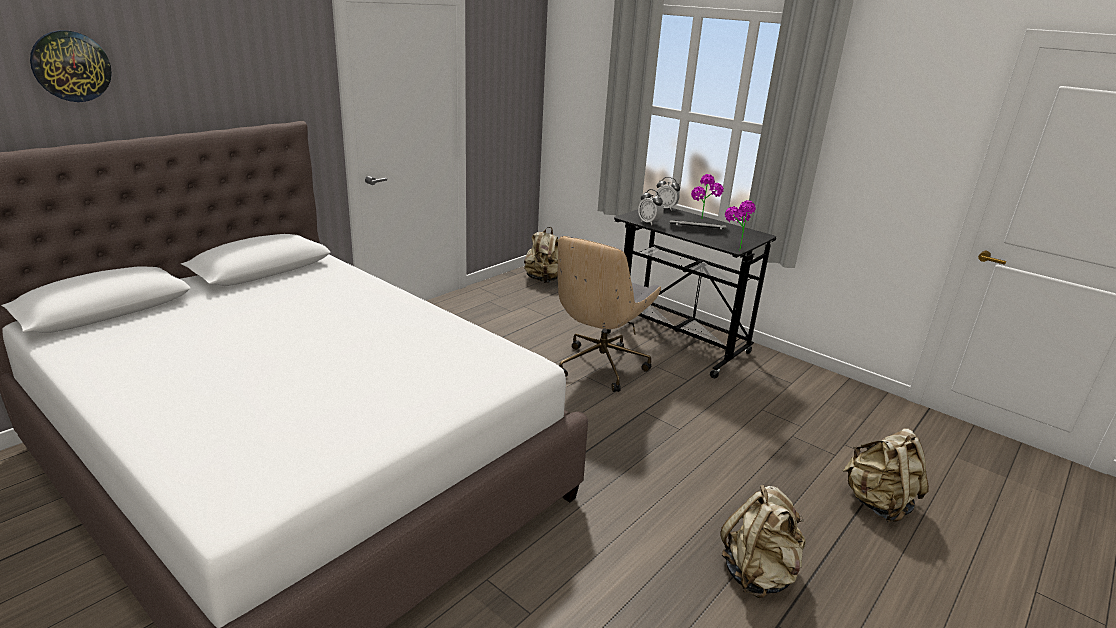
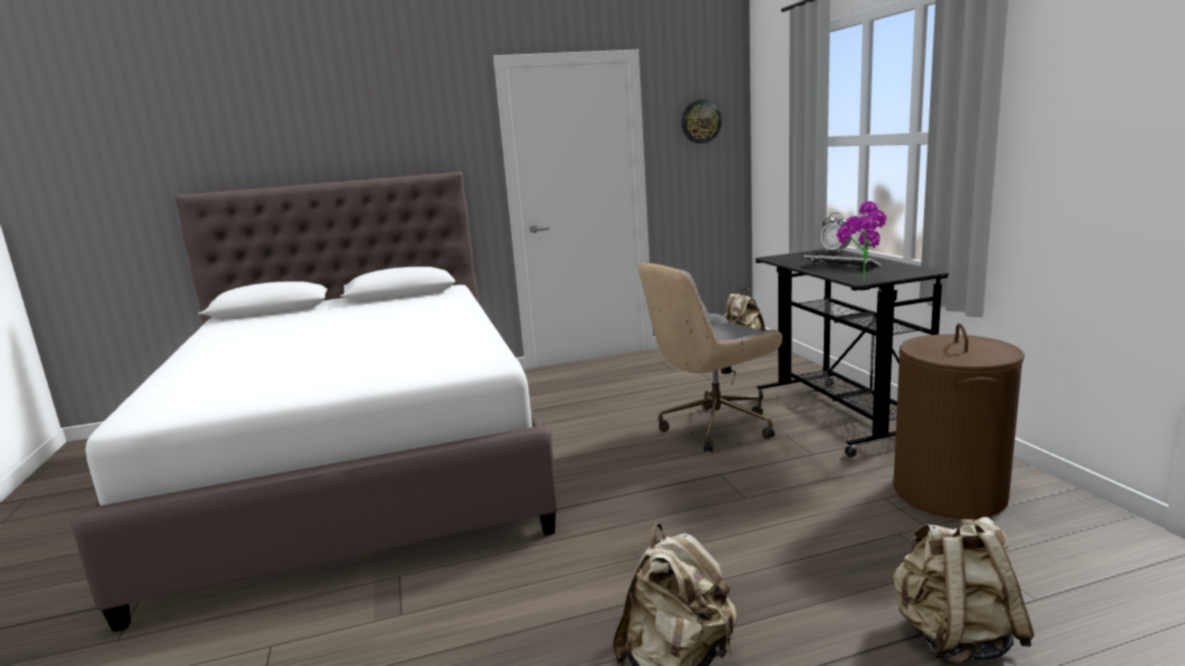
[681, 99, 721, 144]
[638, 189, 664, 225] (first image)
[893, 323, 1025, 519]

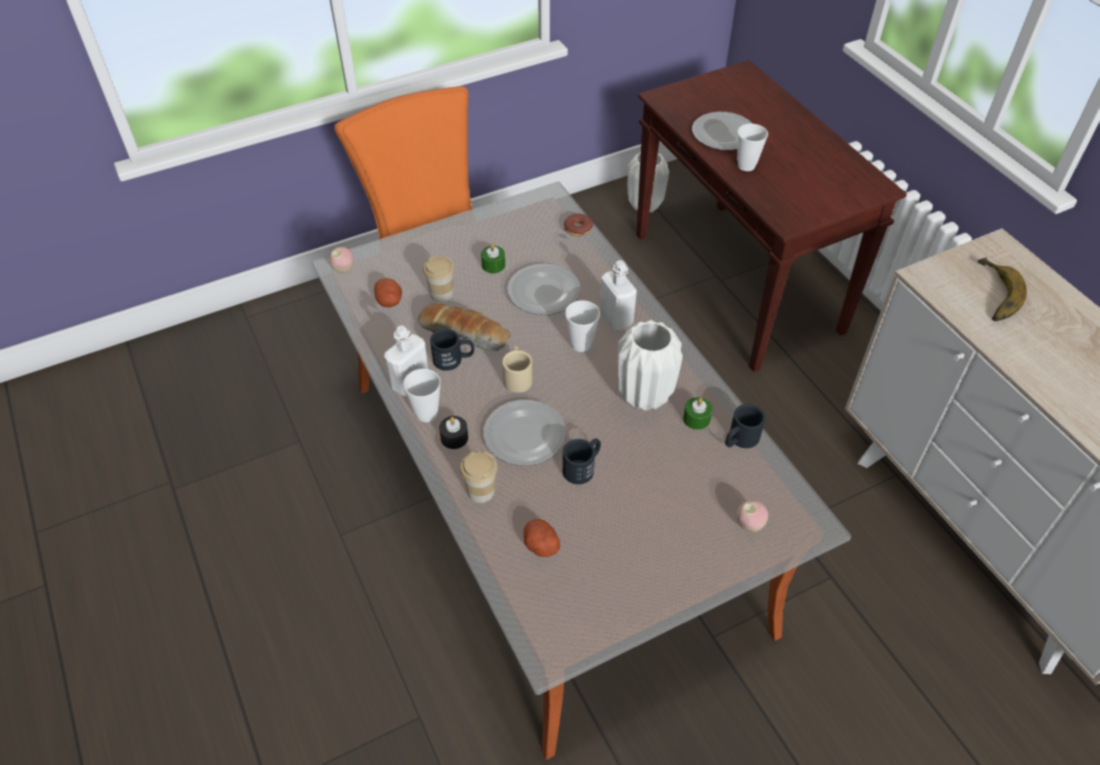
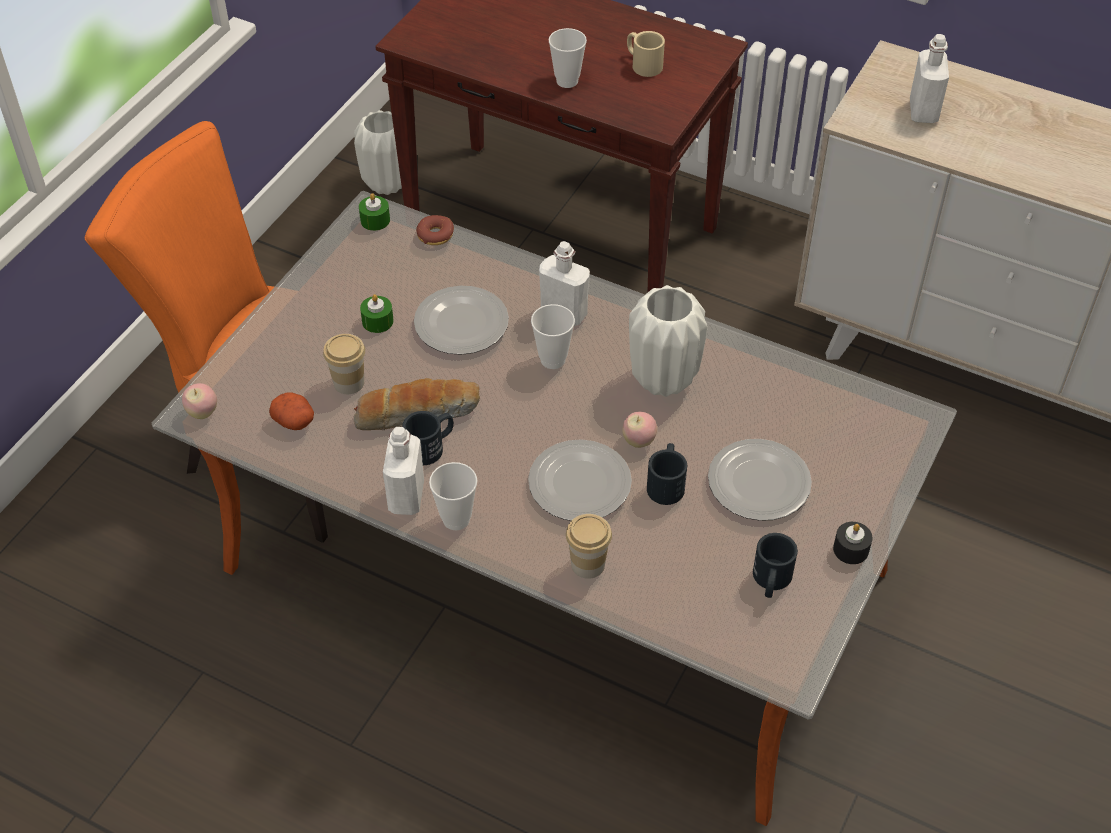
[833, 522, 872, 564]
[627, 31, 665, 77]
[524, 519, 560, 557] (first image)
[359, 193, 390, 231]
[708, 439, 812, 521]
[753, 533, 798, 598]
[622, 411, 657, 448]
[910, 34, 949, 123]

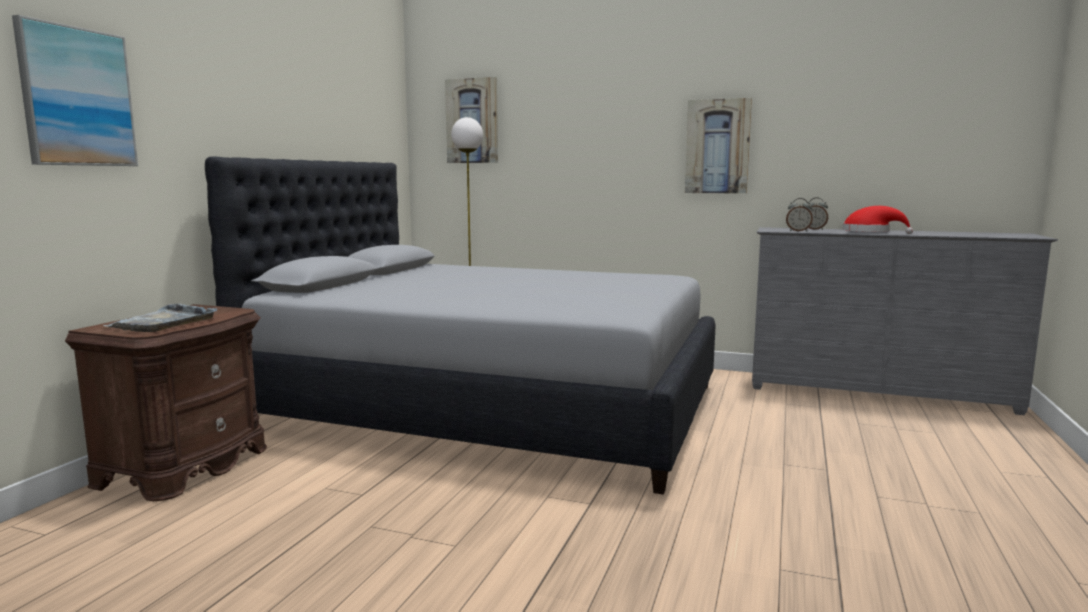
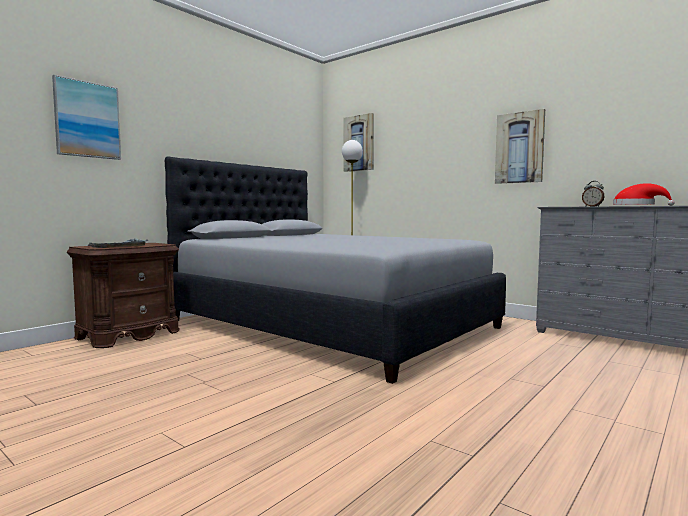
[786, 198, 813, 232] (first image)

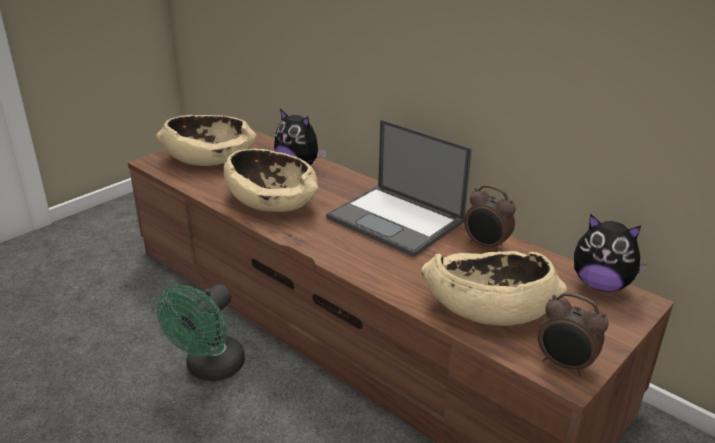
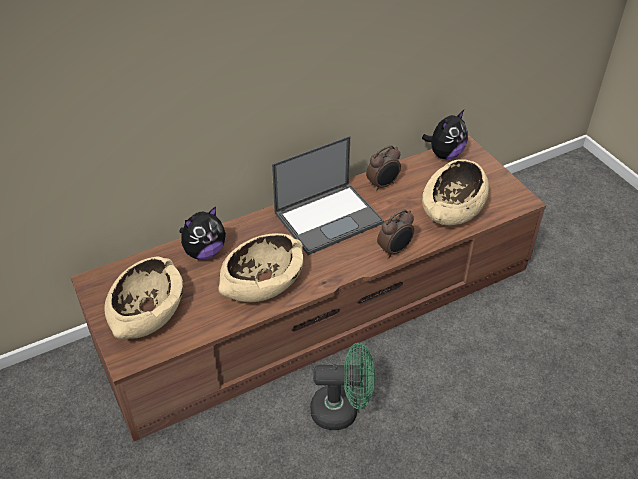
[310, 343, 375, 430]
[377, 209, 414, 258]

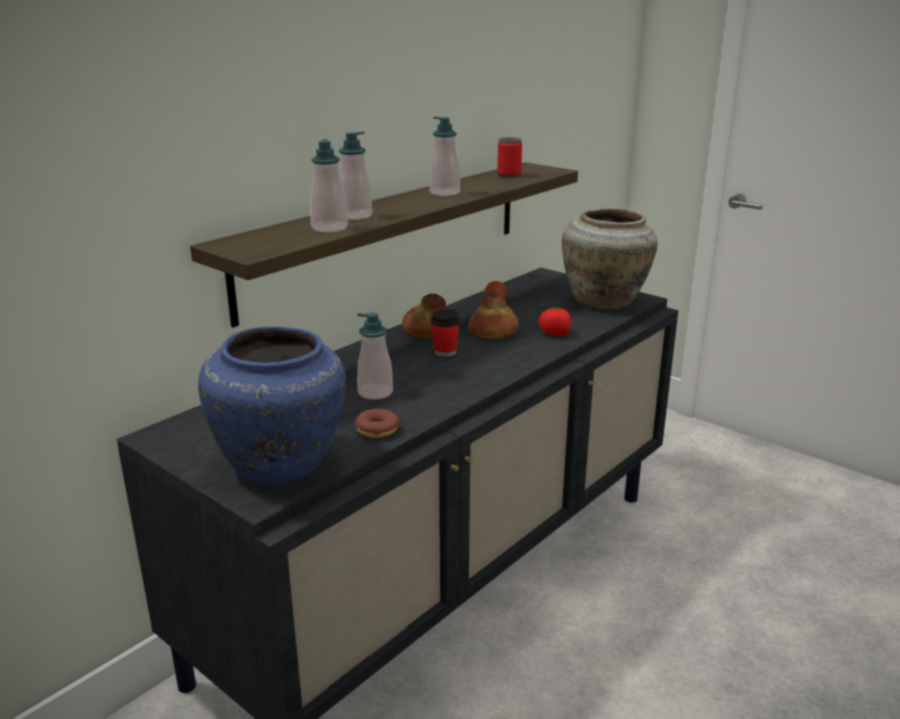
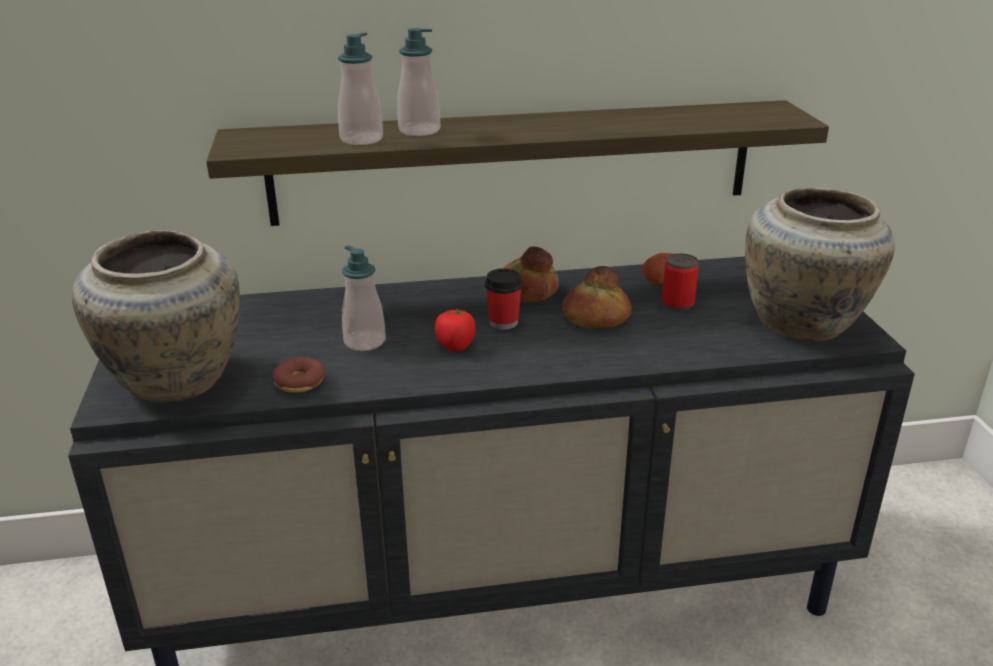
[72, 230, 240, 402]
[429, 117, 460, 196] (first image)
[662, 253, 699, 311]
[435, 307, 476, 351]

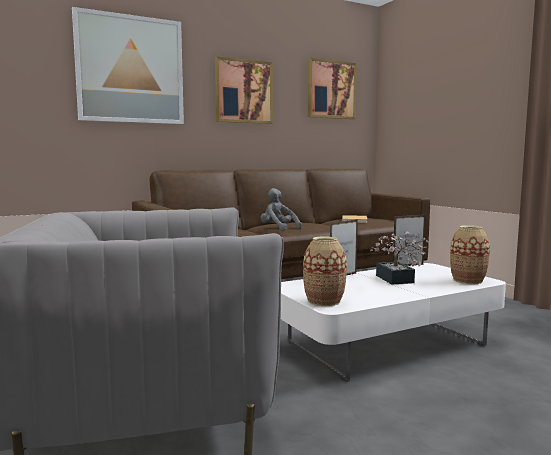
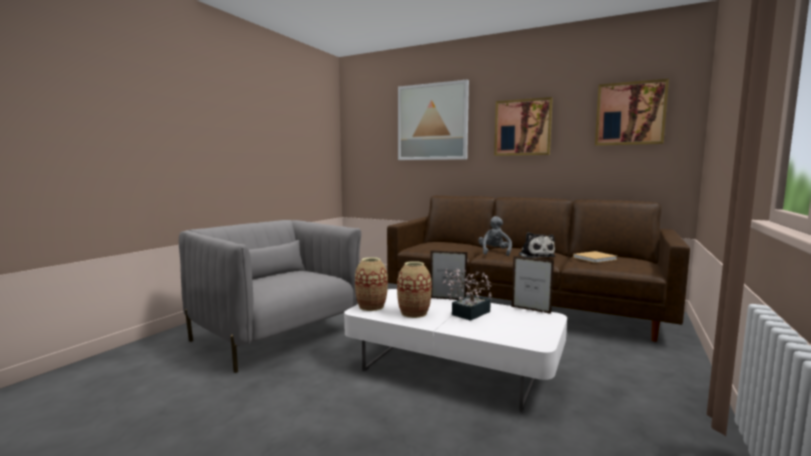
[397, 261, 432, 318]
[519, 232, 555, 258]

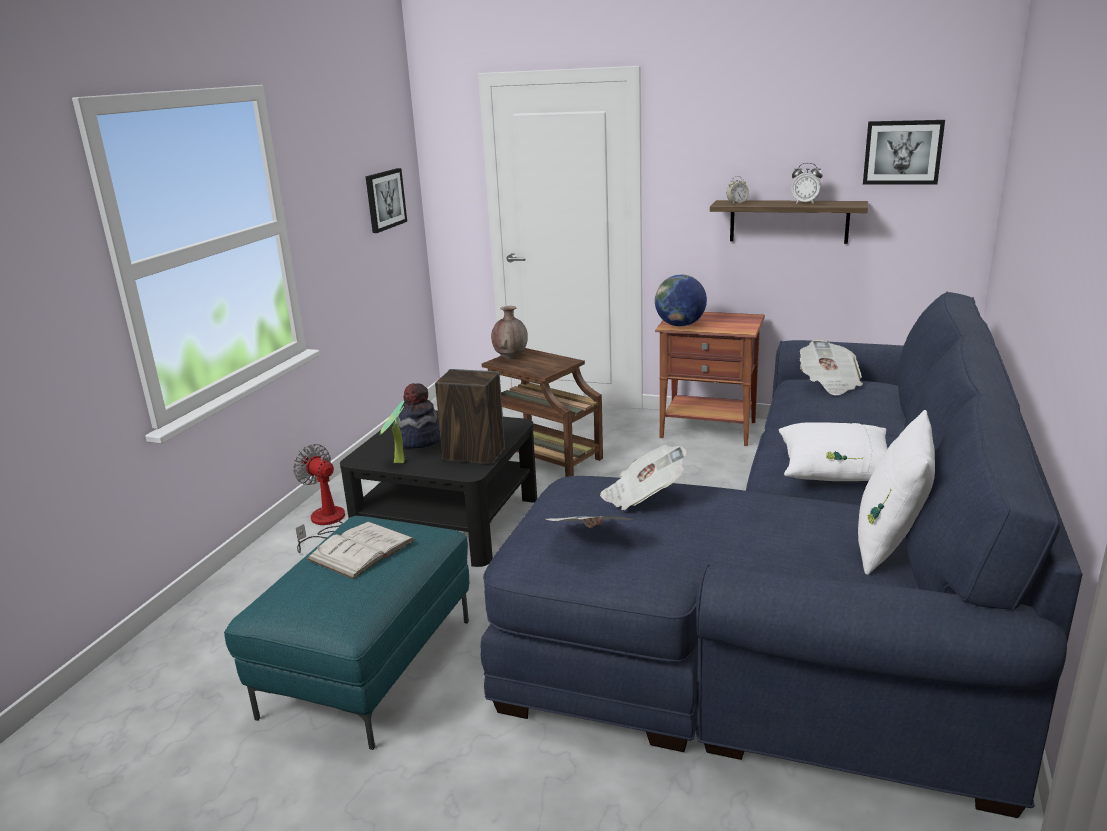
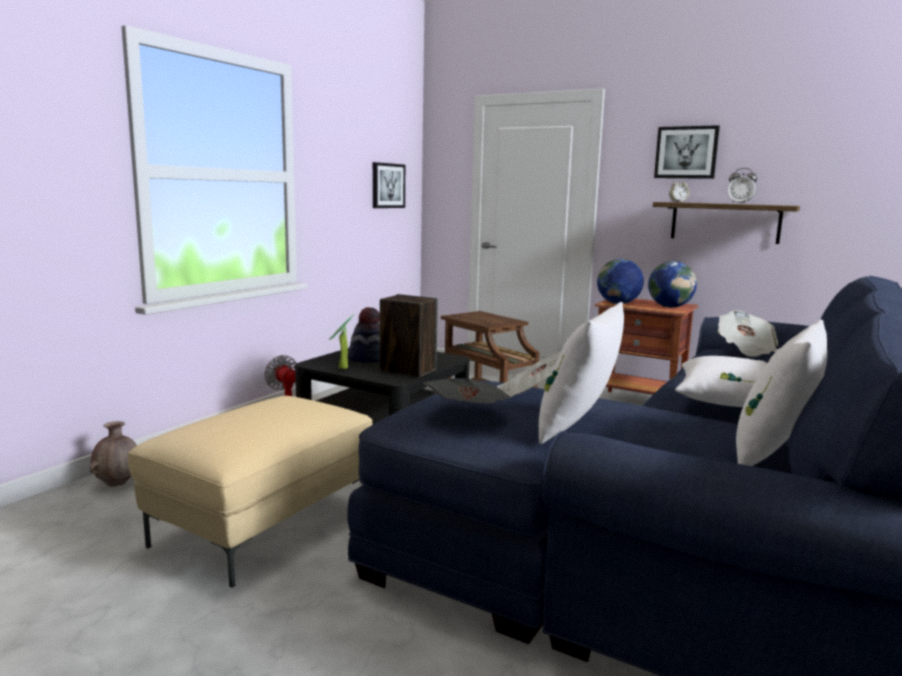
[128, 396, 373, 588]
[307, 522, 415, 579] (first image)
[89, 421, 137, 487]
[654, 125, 720, 179]
[539, 302, 624, 444]
[648, 261, 697, 307]

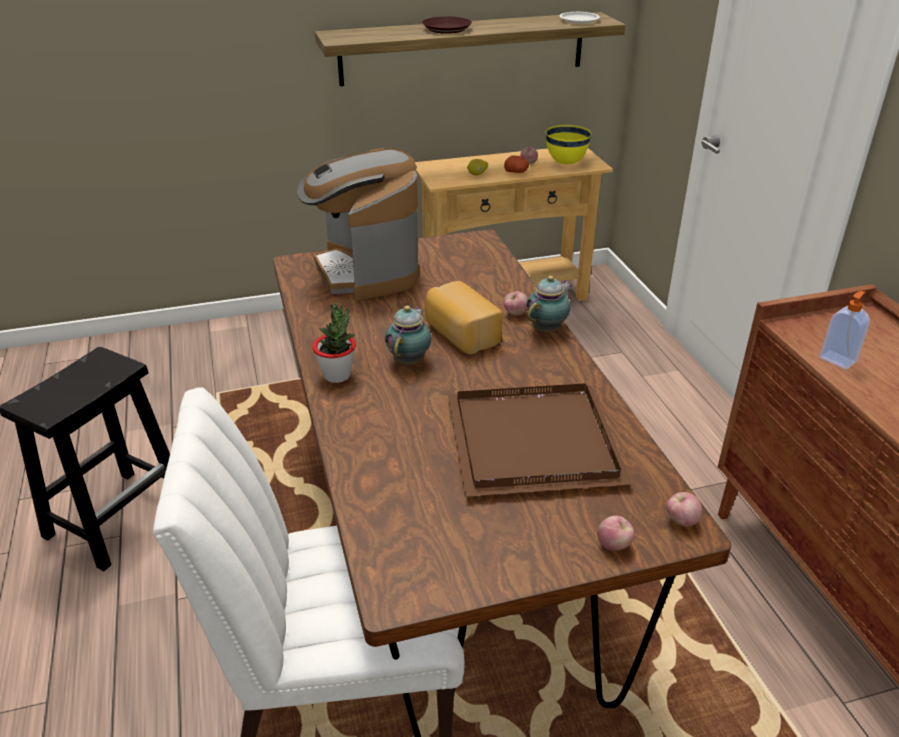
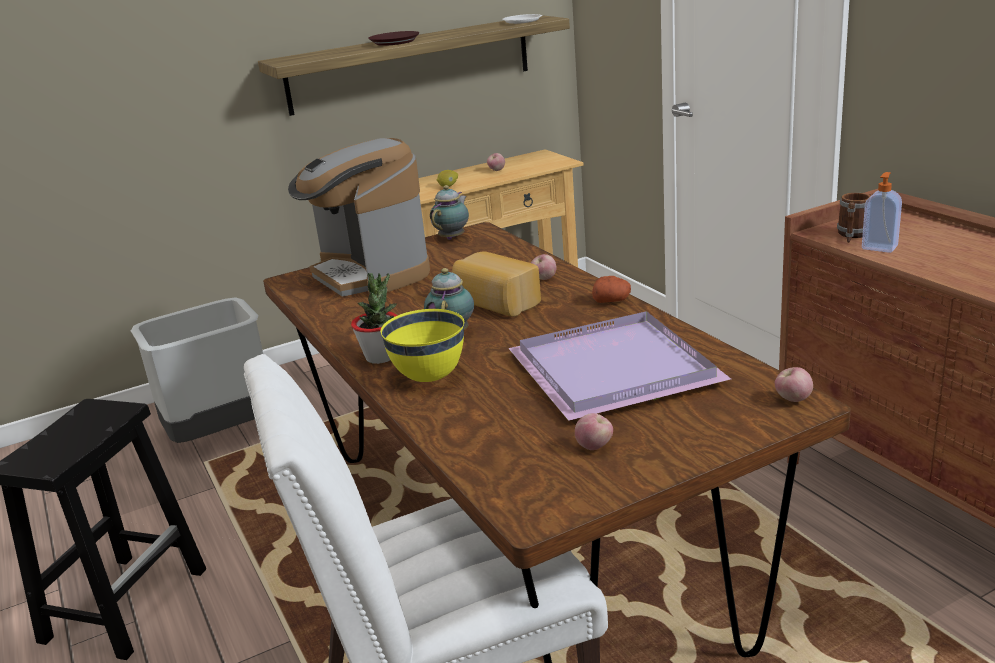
[508, 311, 731, 421]
[592, 276, 631, 303]
[430, 185, 469, 240]
[381, 309, 464, 382]
[575, 413, 613, 450]
[131, 297, 263, 443]
[837, 193, 871, 243]

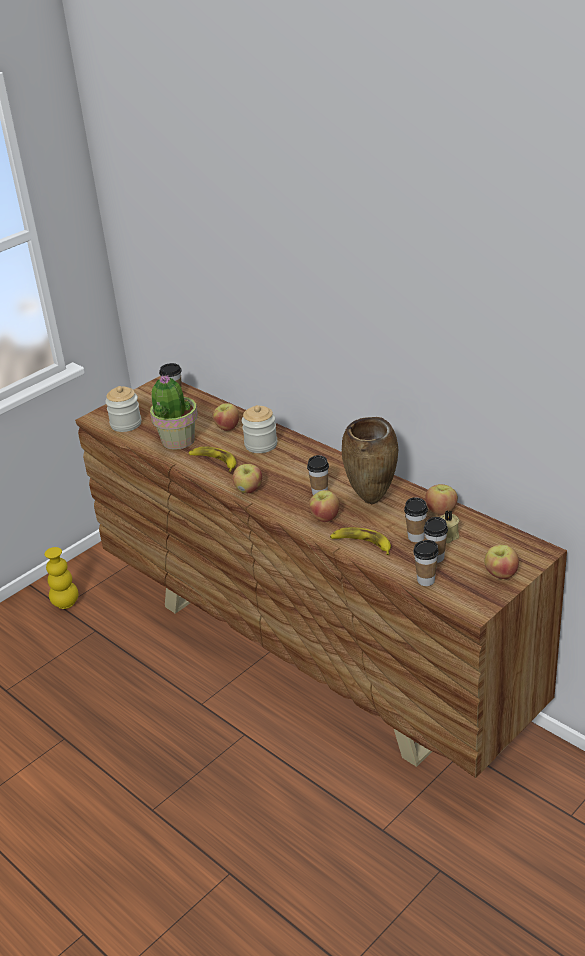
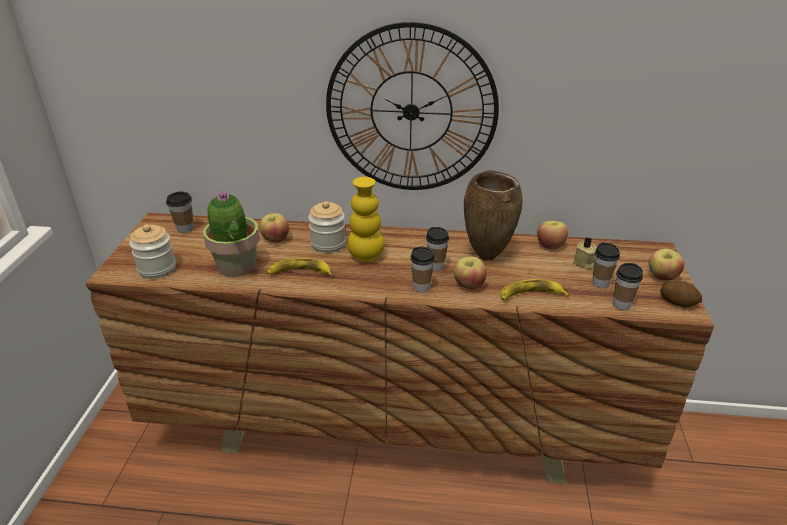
[347, 177, 385, 262]
[233, 464, 262, 493] (first image)
[410, 246, 435, 292]
[326, 22, 499, 190]
[660, 281, 702, 308]

